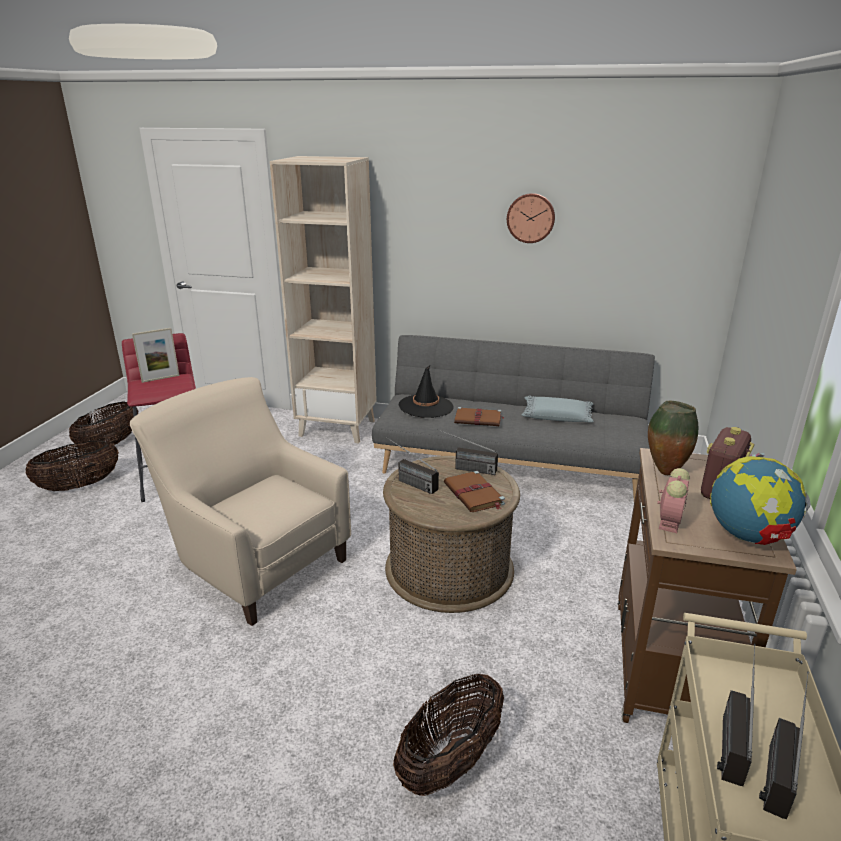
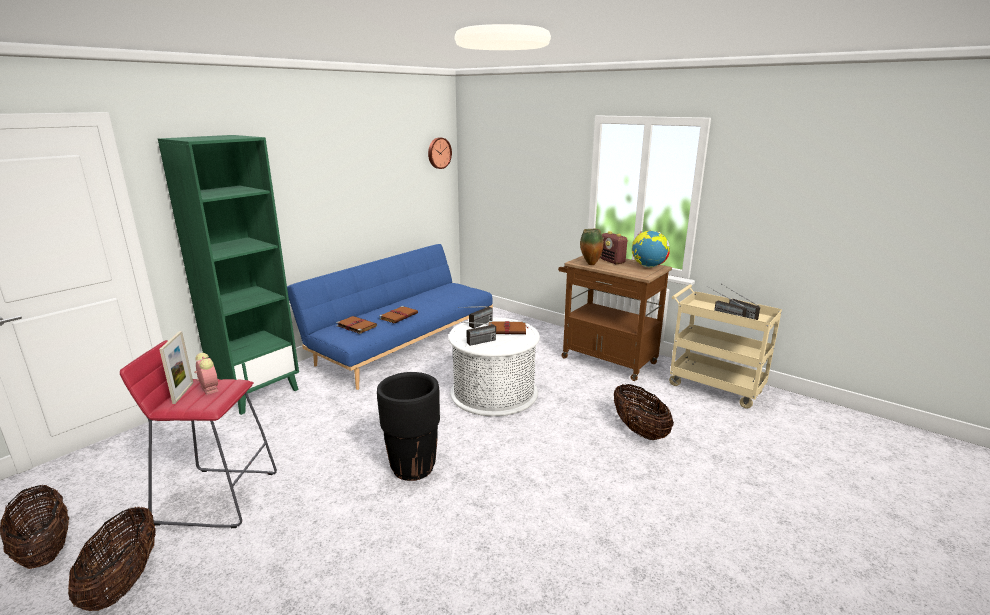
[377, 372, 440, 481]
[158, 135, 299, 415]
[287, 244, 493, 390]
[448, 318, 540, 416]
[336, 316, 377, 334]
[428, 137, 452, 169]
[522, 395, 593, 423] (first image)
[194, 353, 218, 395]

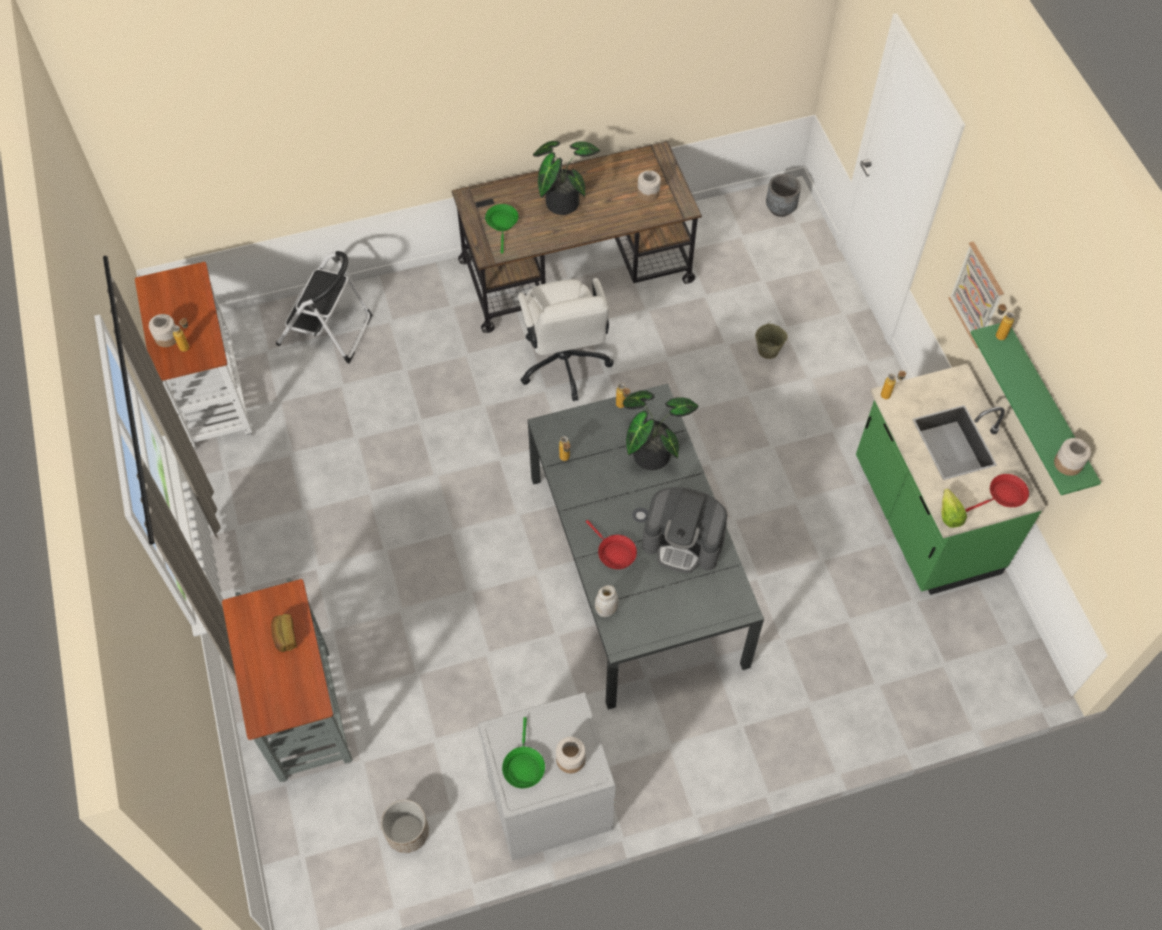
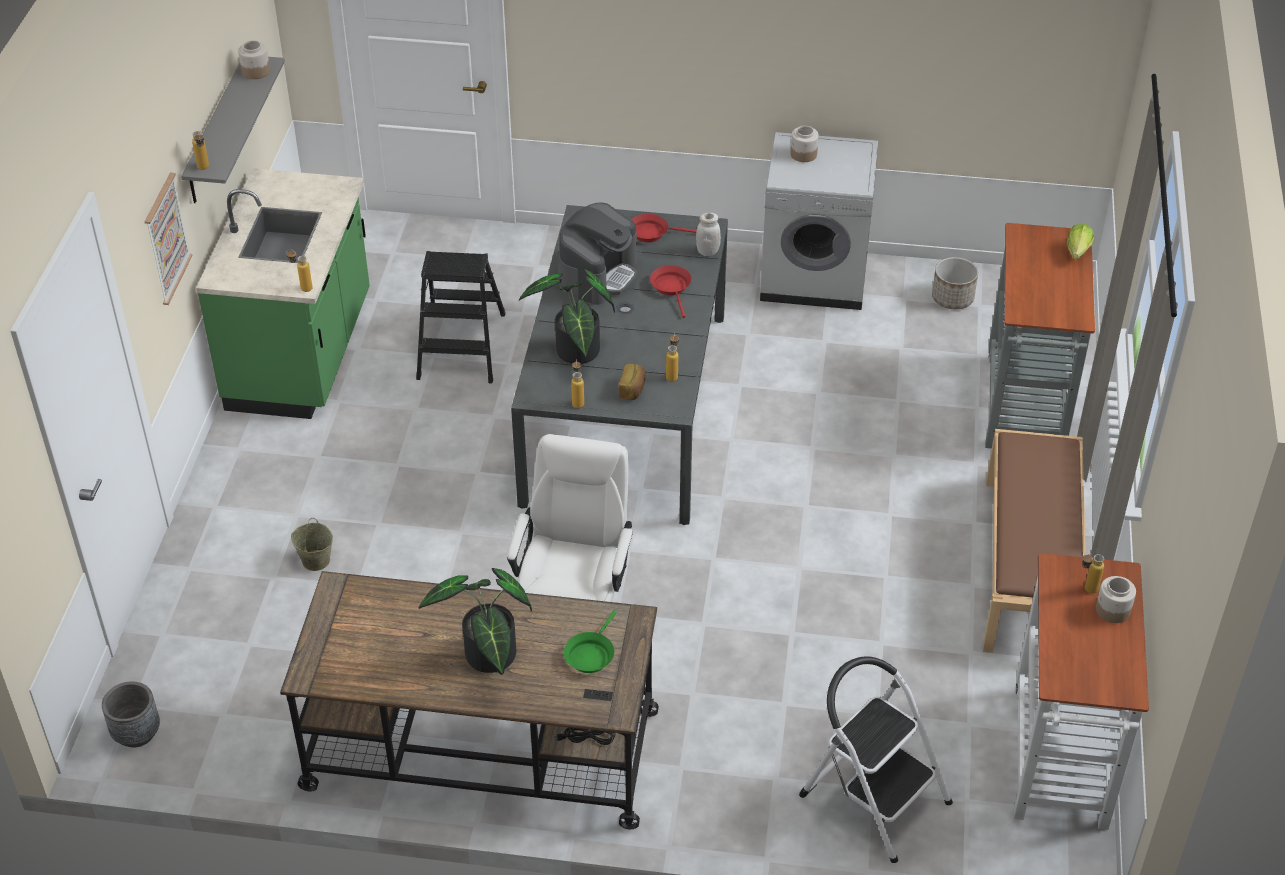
[618, 364, 646, 400]
[502, 717, 545, 788] (first image)
[637, 170, 661, 201] (first image)
[559, 203, 637, 305]
[1067, 224, 1094, 260]
[631, 214, 696, 242]
[181, 57, 285, 203]
[416, 251, 506, 383]
[983, 429, 1086, 653]

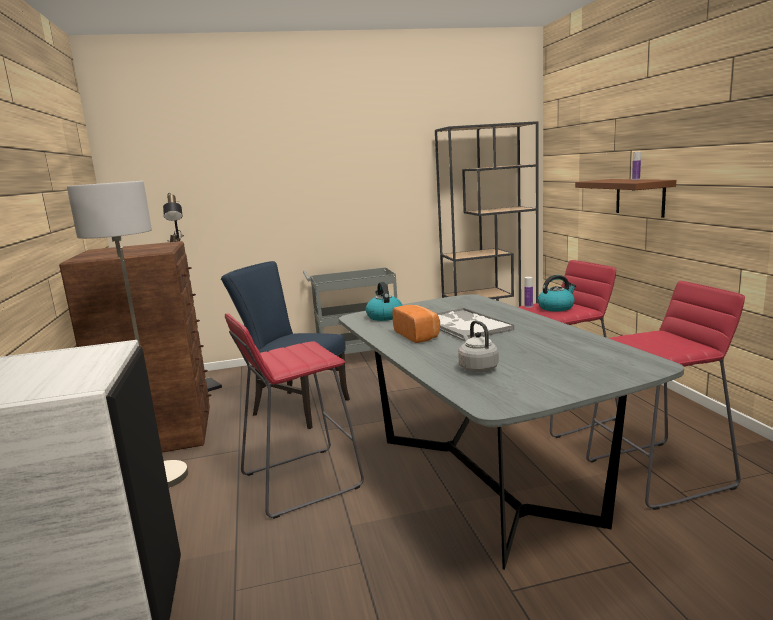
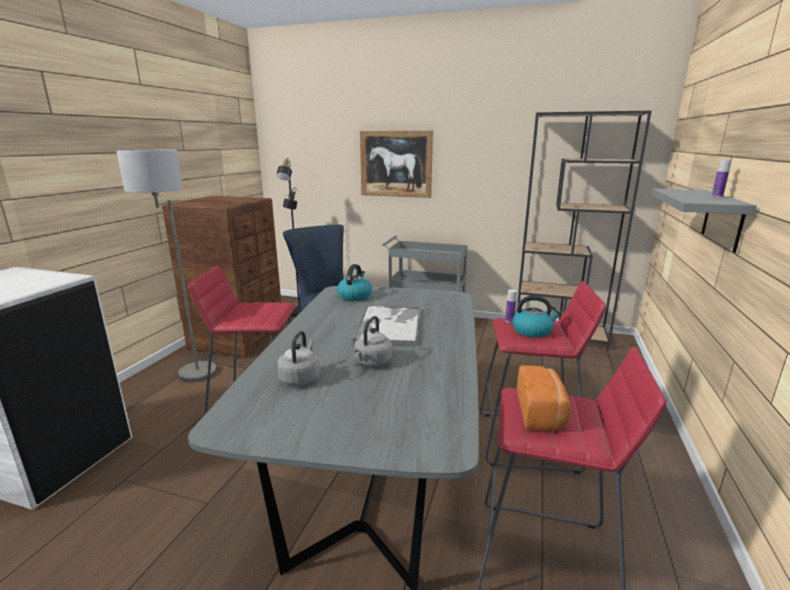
[517, 365, 571, 431]
[651, 189, 757, 253]
[354, 316, 392, 367]
[360, 130, 433, 198]

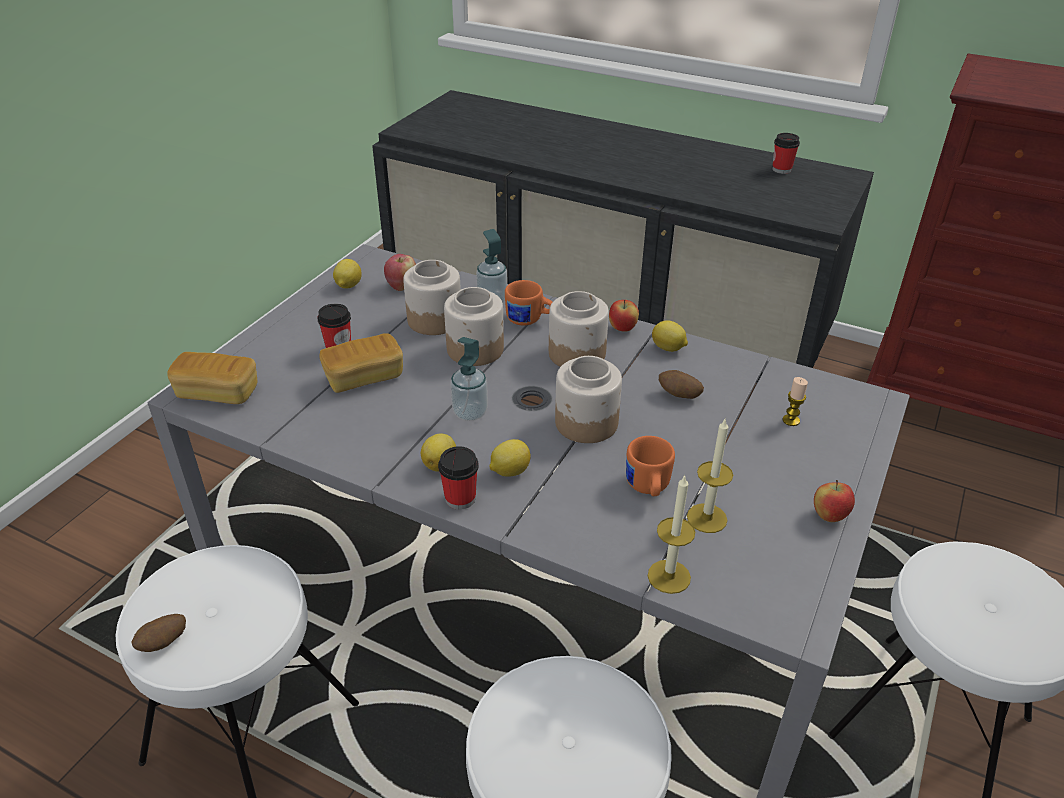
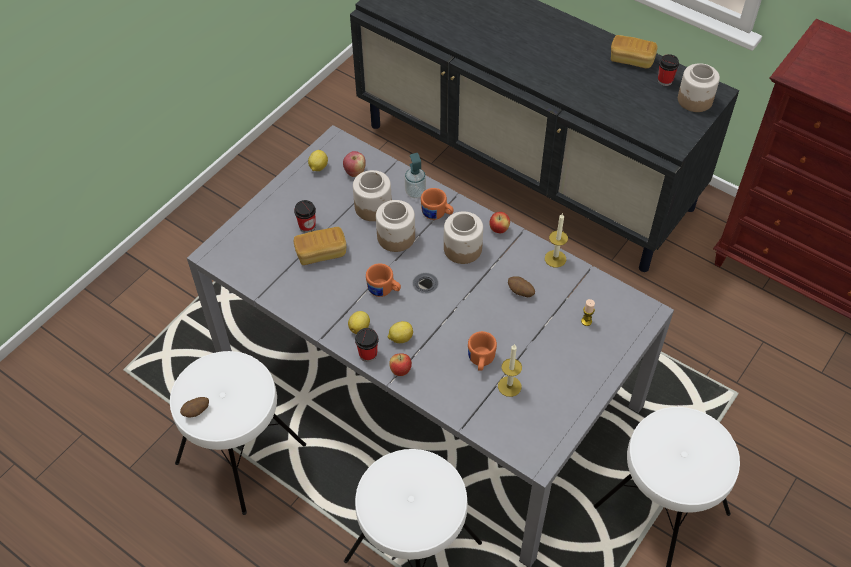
[611, 35, 657, 68]
[366, 263, 401, 297]
[678, 63, 720, 112]
[545, 213, 568, 267]
[652, 320, 688, 352] (first image)
[389, 353, 412, 376]

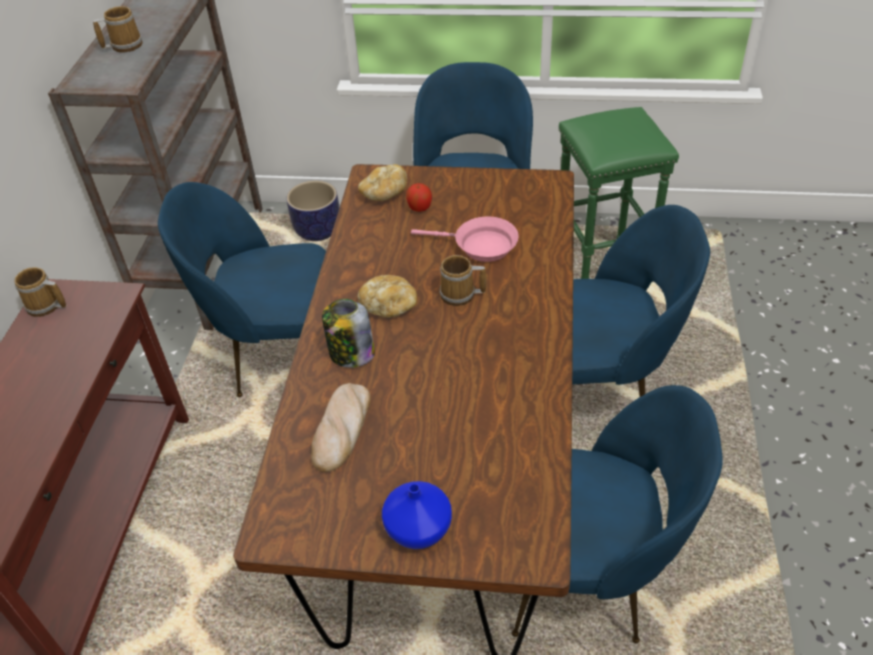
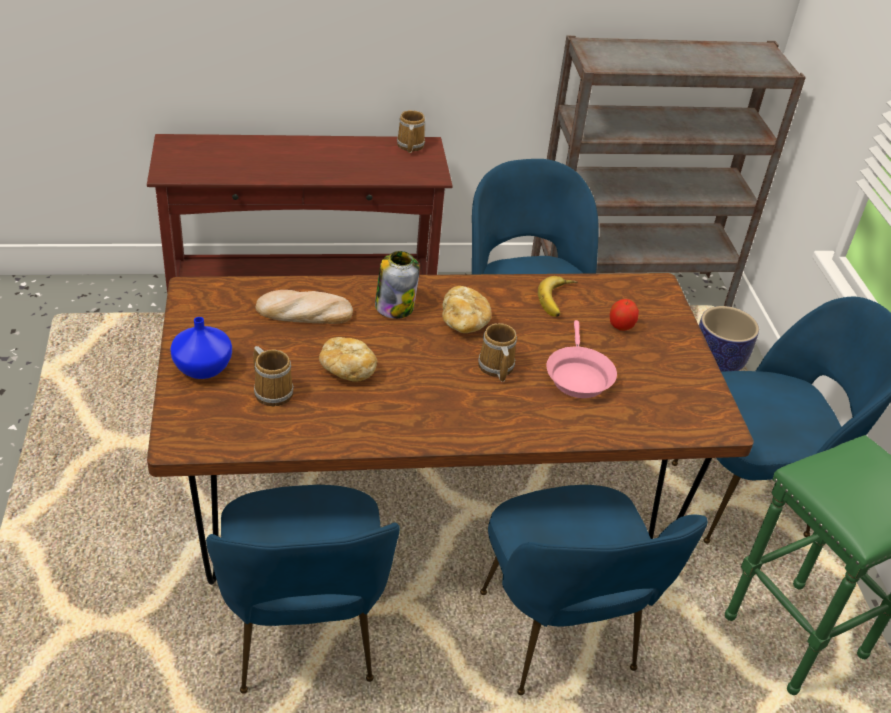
[253, 346, 294, 406]
[319, 337, 377, 382]
[538, 276, 578, 317]

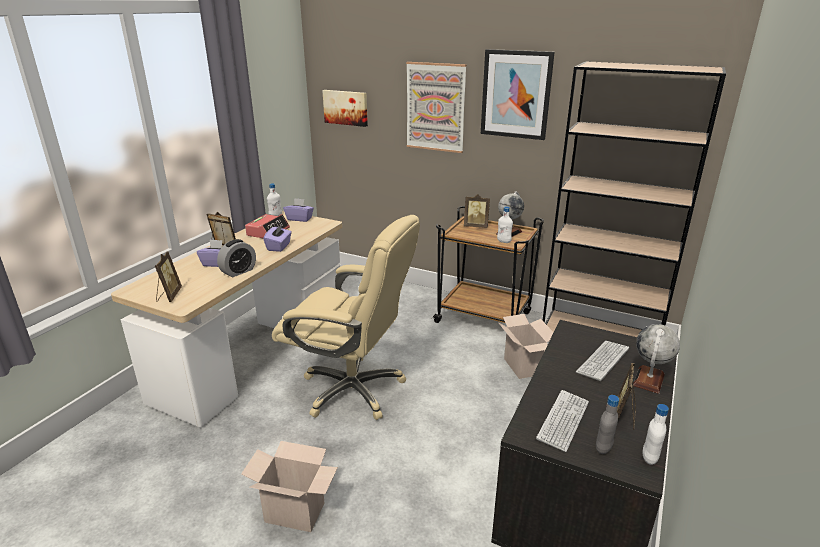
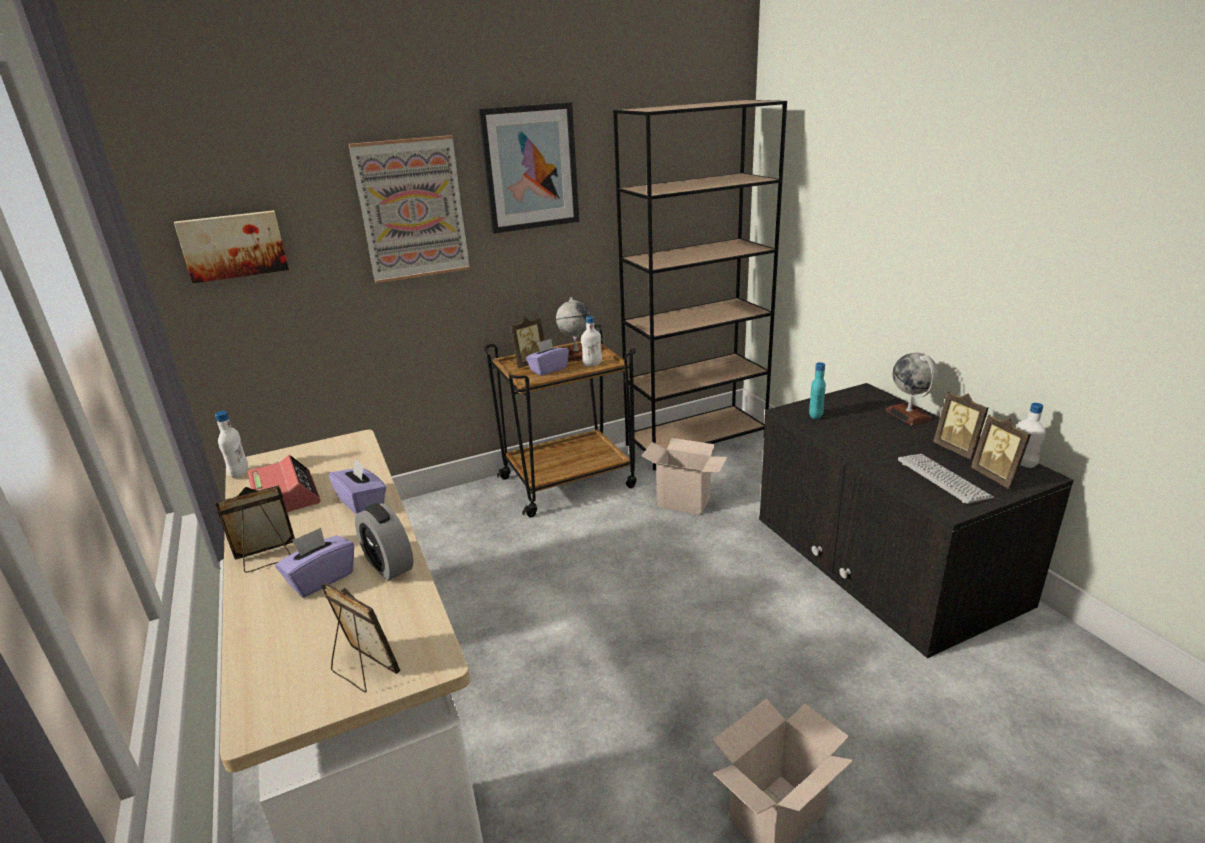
[355, 503, 413, 581]
[272, 215, 420, 420] (first image)
[526, 339, 569, 376]
[576, 341, 629, 381] (first image)
[971, 415, 1031, 489]
[809, 362, 826, 420]

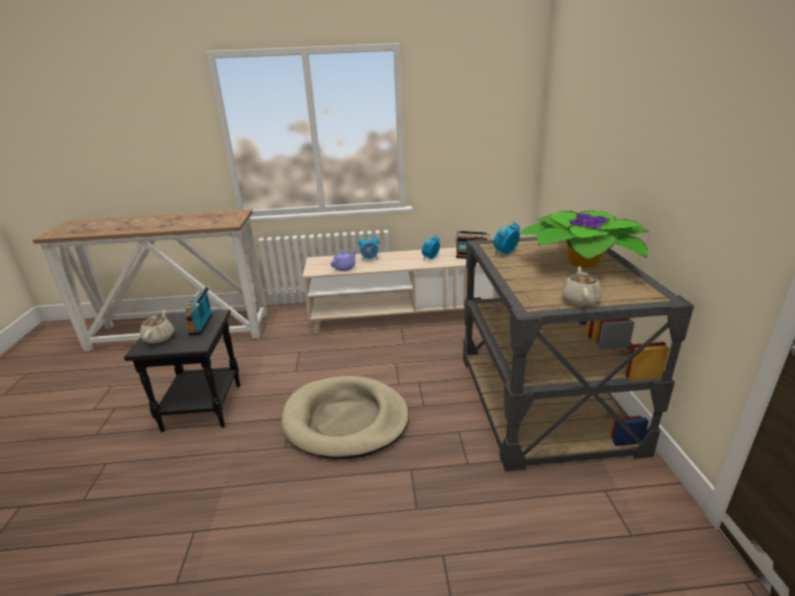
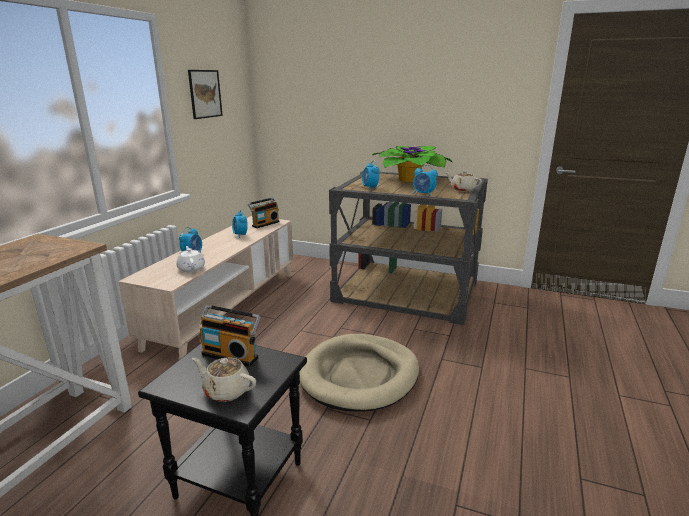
[176, 246, 205, 272]
[188, 70, 223, 119]
[413, 165, 438, 196]

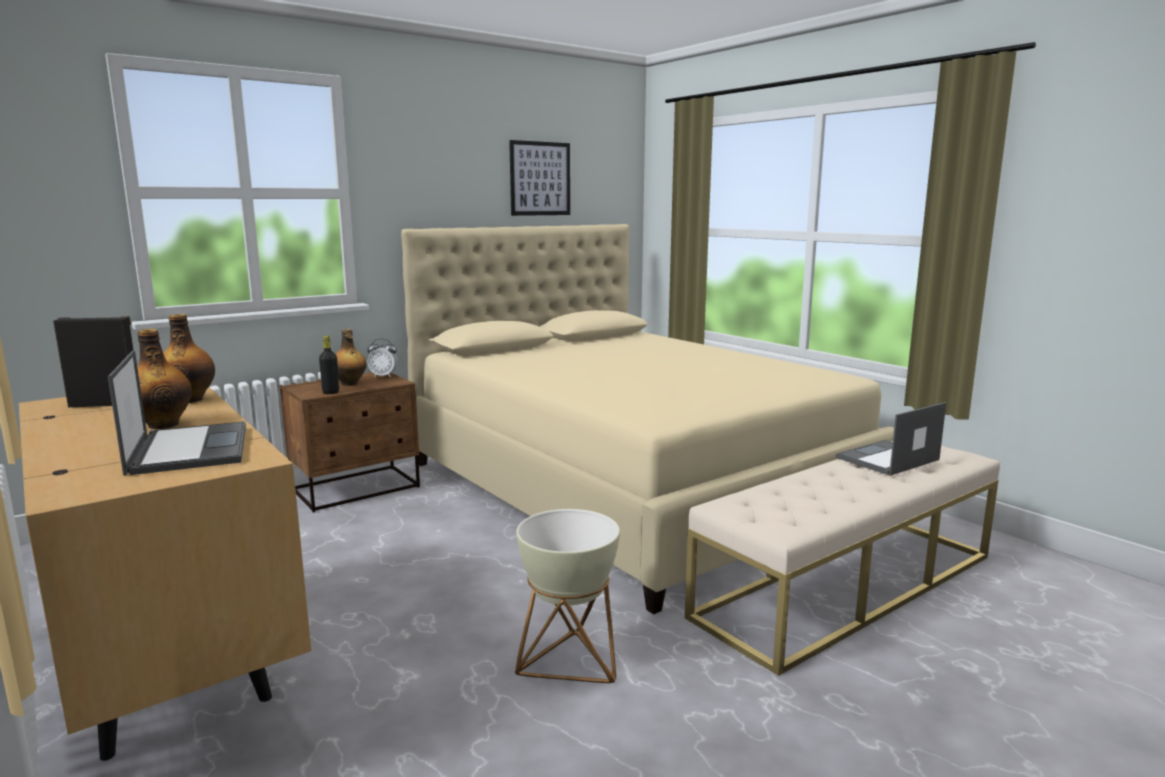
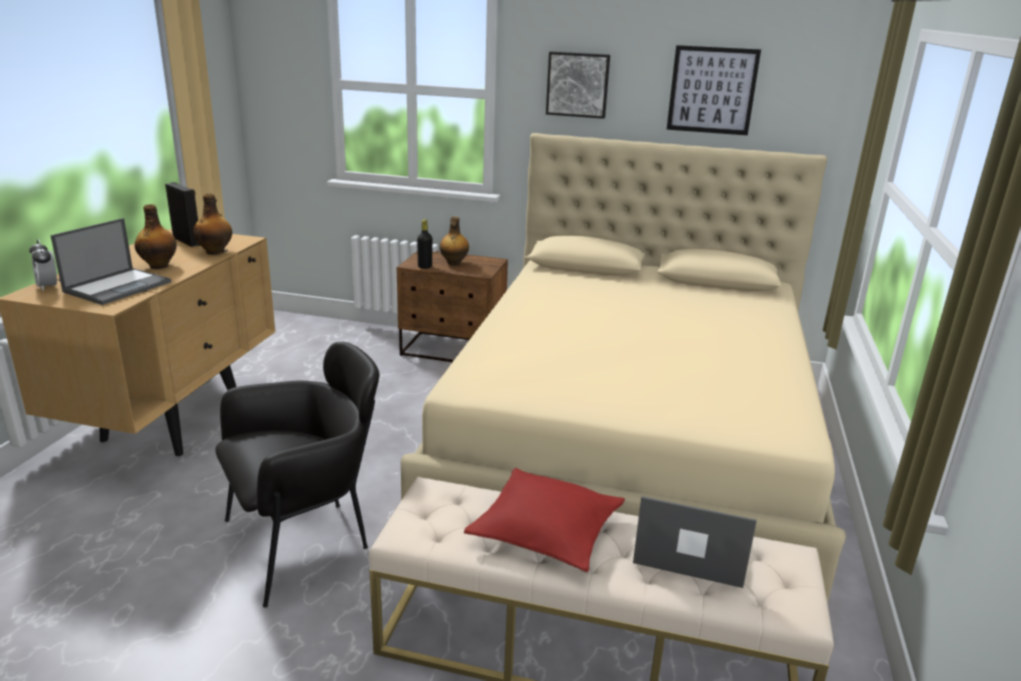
[29, 239, 57, 291]
[215, 342, 379, 608]
[464, 468, 625, 572]
[546, 52, 610, 119]

